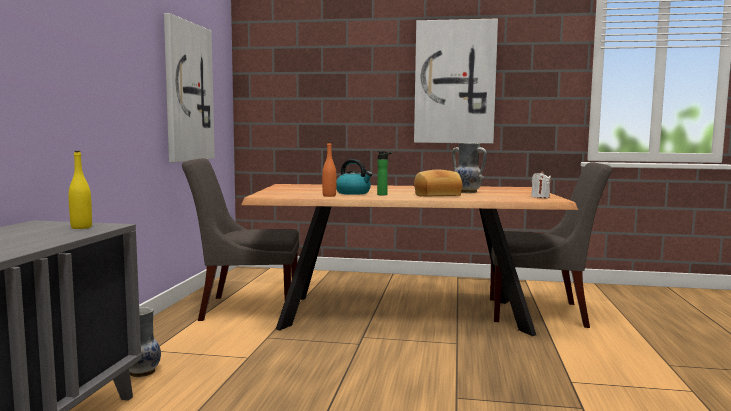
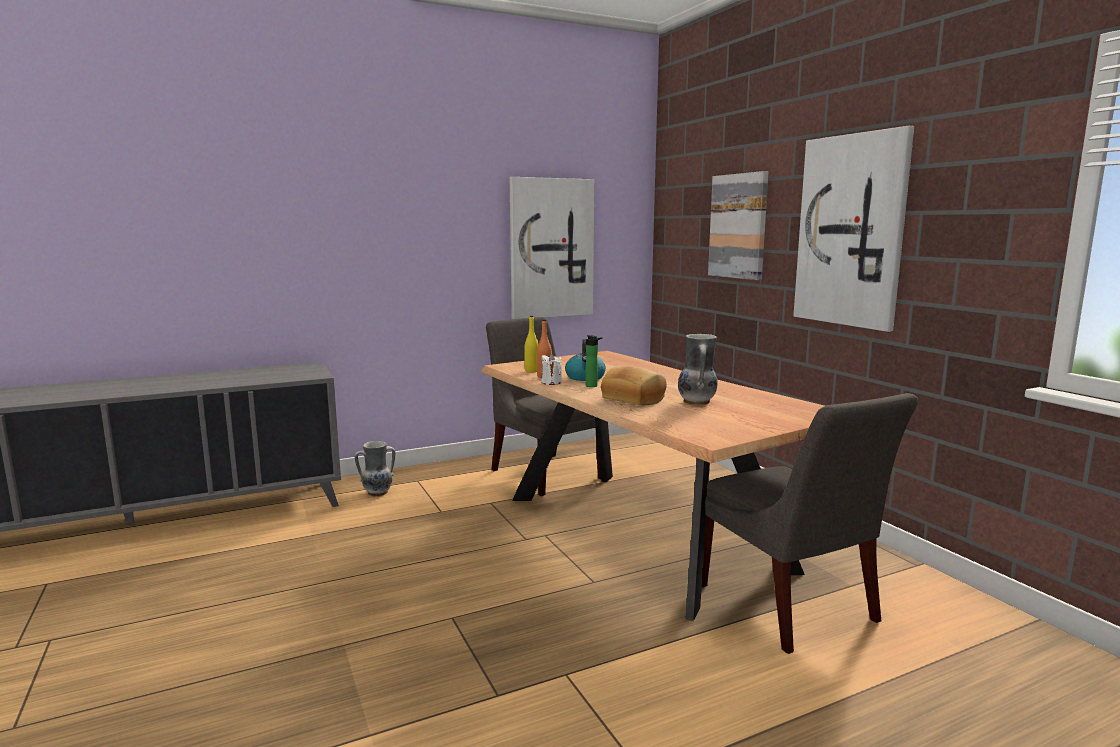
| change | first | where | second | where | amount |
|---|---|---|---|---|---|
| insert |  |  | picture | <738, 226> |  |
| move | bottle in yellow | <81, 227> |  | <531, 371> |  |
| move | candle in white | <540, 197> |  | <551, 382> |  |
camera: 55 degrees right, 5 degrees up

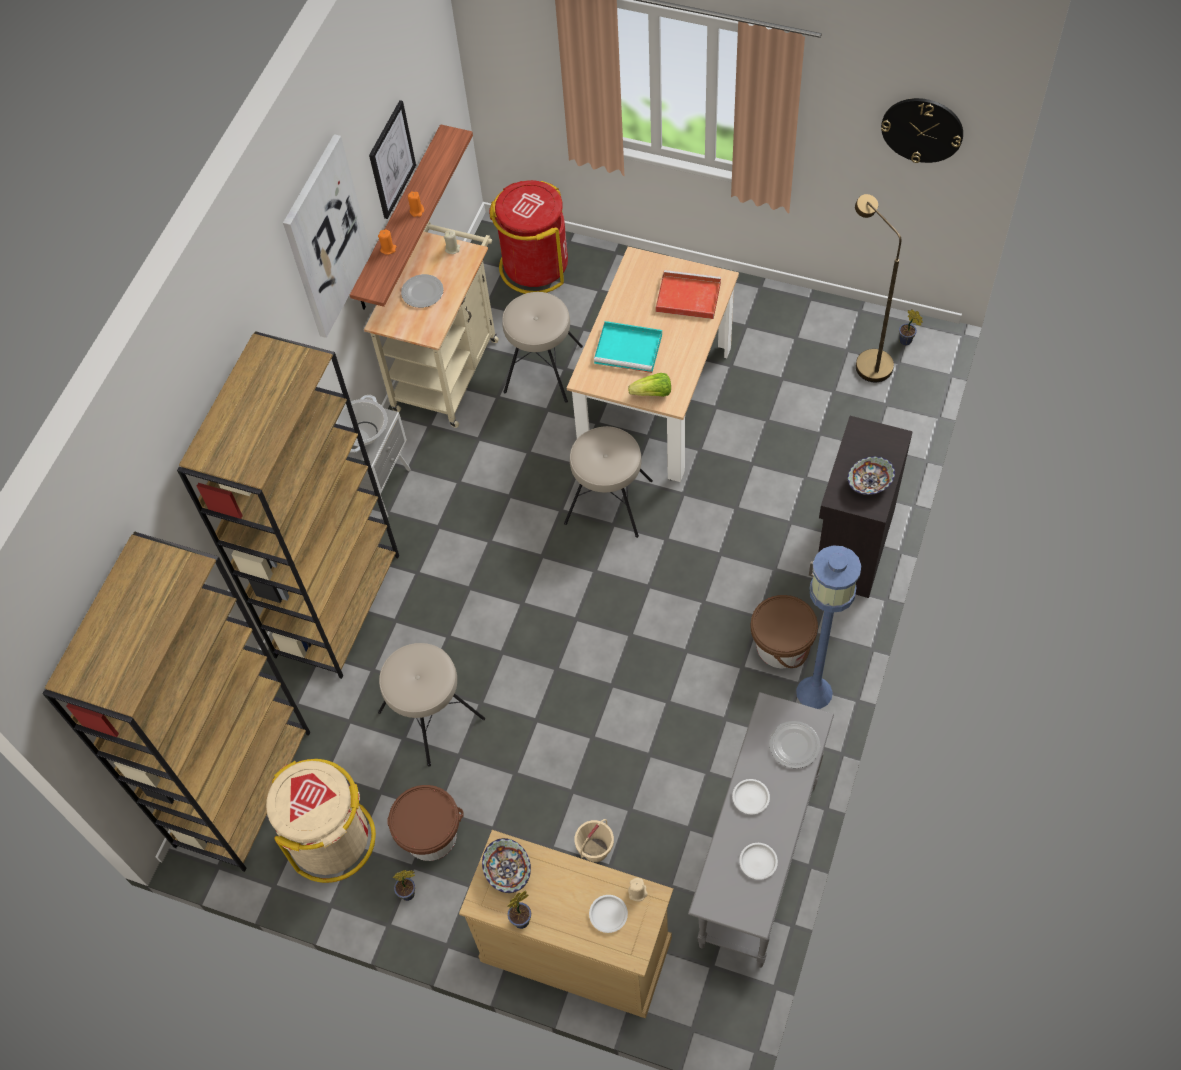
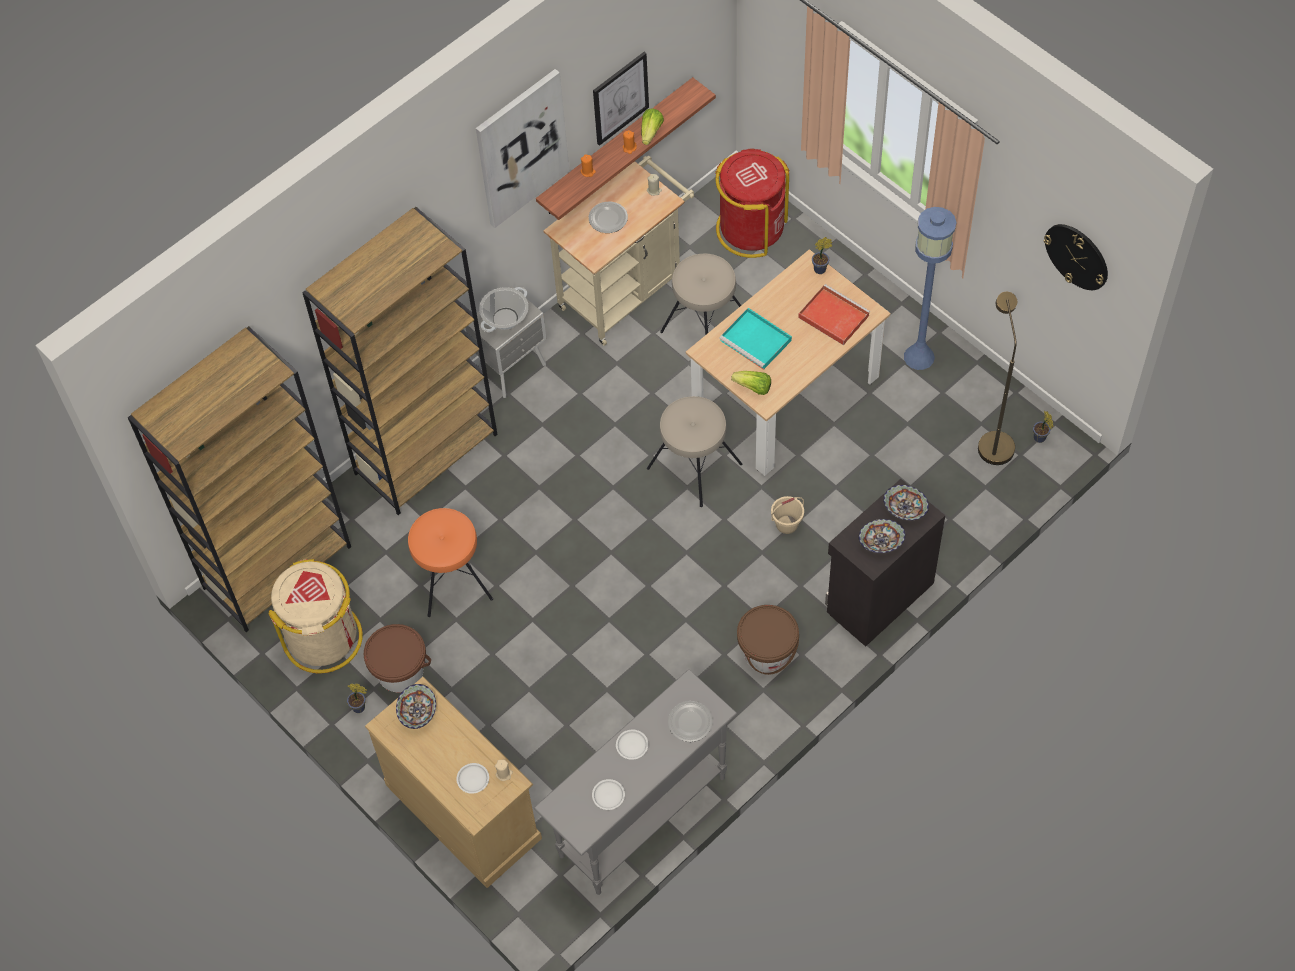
| change | first | where | second | where | amount |
|---|---|---|---|---|---|
| insert |  |  | lettuce | <651, 132> |  |
| insert |  |  | bowl | <905, 508> |  |
| move | potted plant | <523, 919> |  | <821, 269> |  |
| move | bucket in beige | <595, 850> |  | <787, 524> |  |
| move | floor lamp in blue | <815, 692> |  | <919, 357> |  |
| recolor | stool in beige | <430, 716> | stool in orange | <451, 577> |  |
camera: 25 degrees right, 0 degrees up

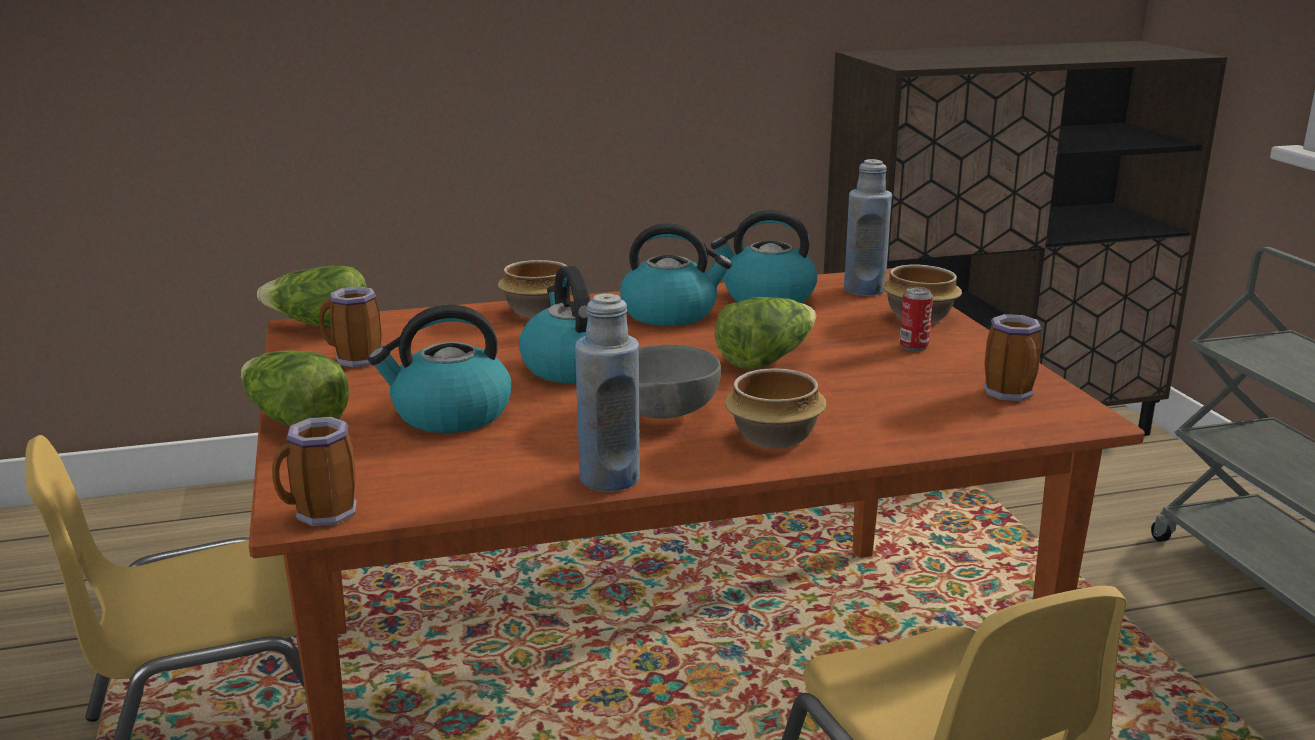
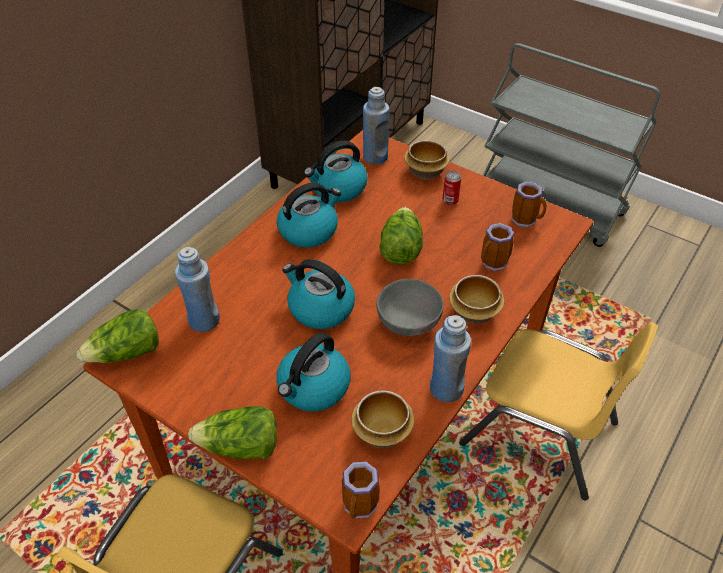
| change | first | where | second | where | amount |
|---|---|---|---|---|---|
| insert |  |  | bottle in blue | <204, 320> |  |
| move | mug | <353, 360> |  | <493, 264> |  |
| move | bowl | <536, 312> |  | <382, 433> |  |
camera: 40 degrees left, 25 degrees up

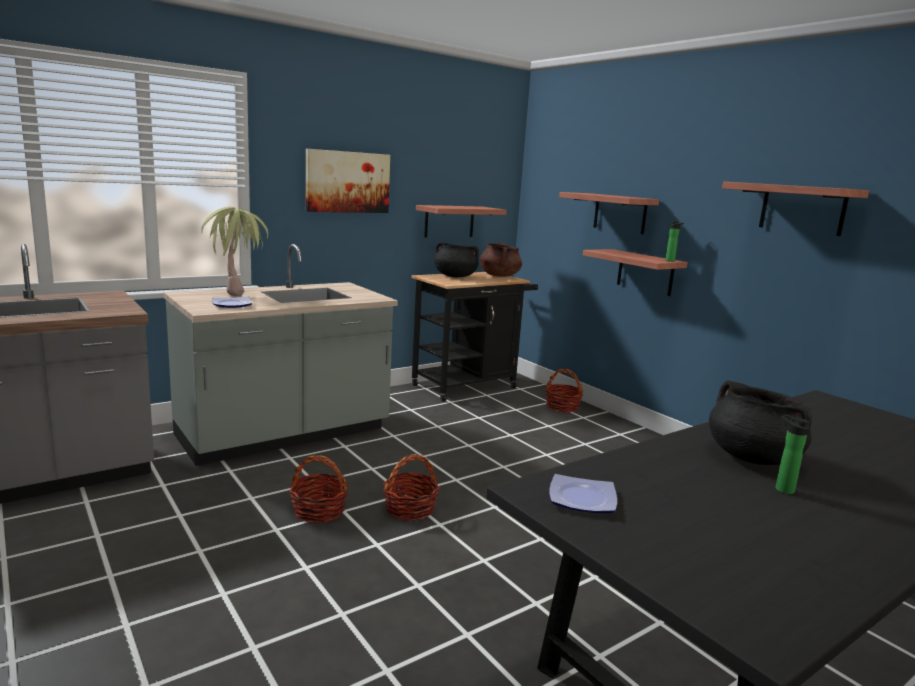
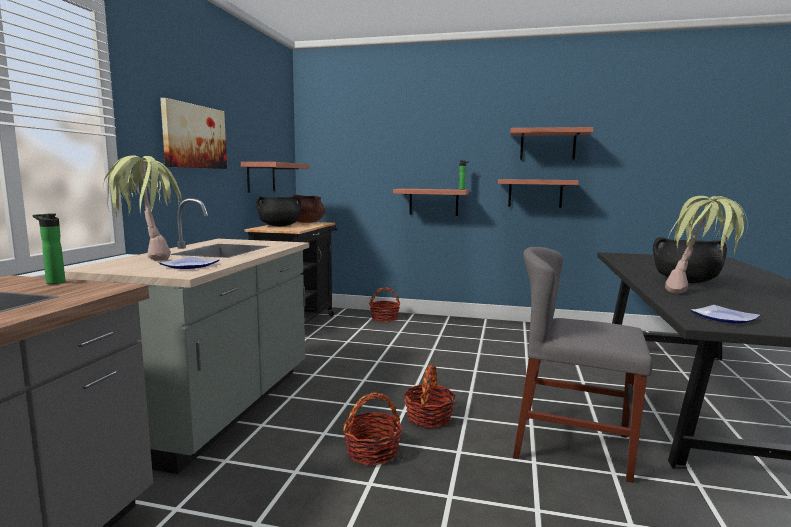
| change | first | where | second | where | amount |
|---|---|---|---|---|---|
| insert |  |  | chair in grey | <572, 446> |  |
| insert |  |  | potted plant | <699, 297> |  |
| move | shelf | <620, 213> |  | <535, 193> |  |
| move | bottle | <781, 489> |  | <53, 282> |  |
camera: 40 degrees left, 5 degrees down

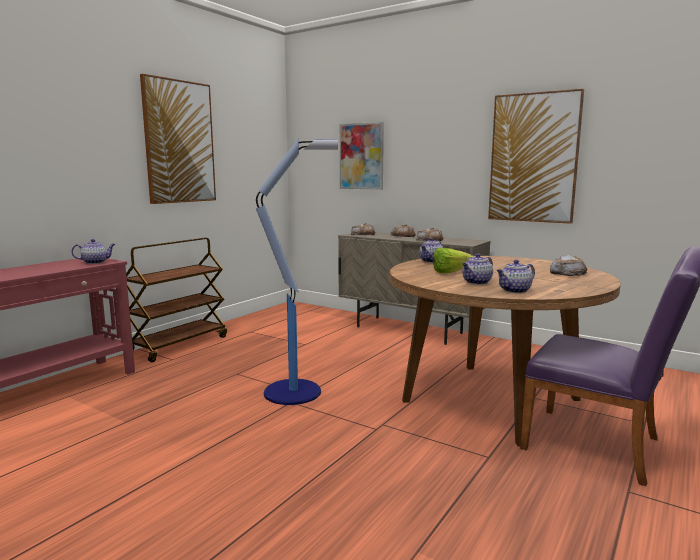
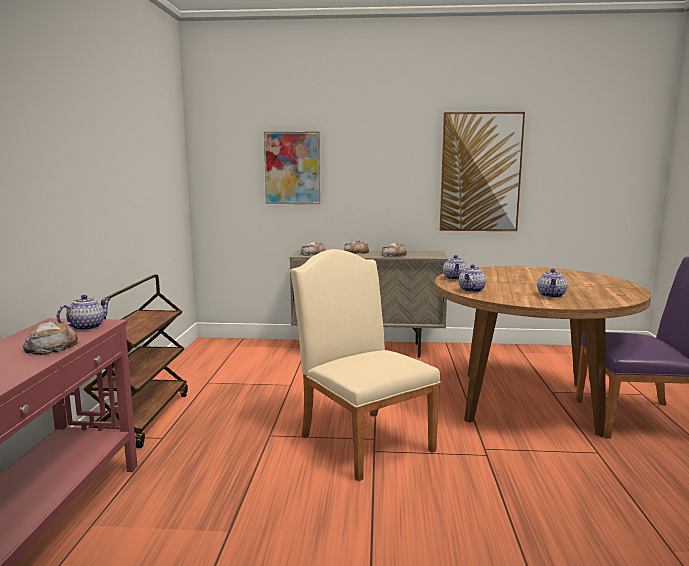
| change | first | where | second | where | amount |
|---|---|---|---|---|---|
| delete | picture | <179, 142> |  |  |  |
| delete | lettuce | <454, 272> |  |  |  |
| move | teapot | <514, 291> |  | <471, 290> |  |
| move | bread | <567, 273> |  | <51, 347> |  |
| replace | floor lamp | <295, 392> | chair in beige | <361, 439> |  |
camera: 30 degrees left, 0 degrees up

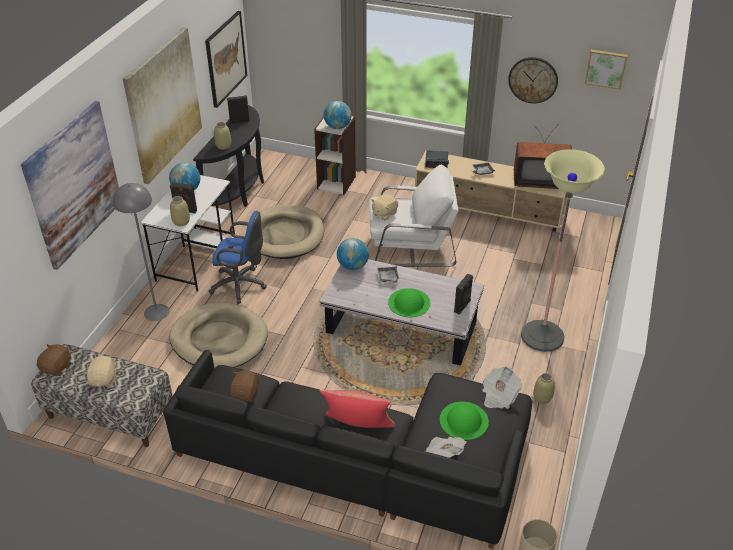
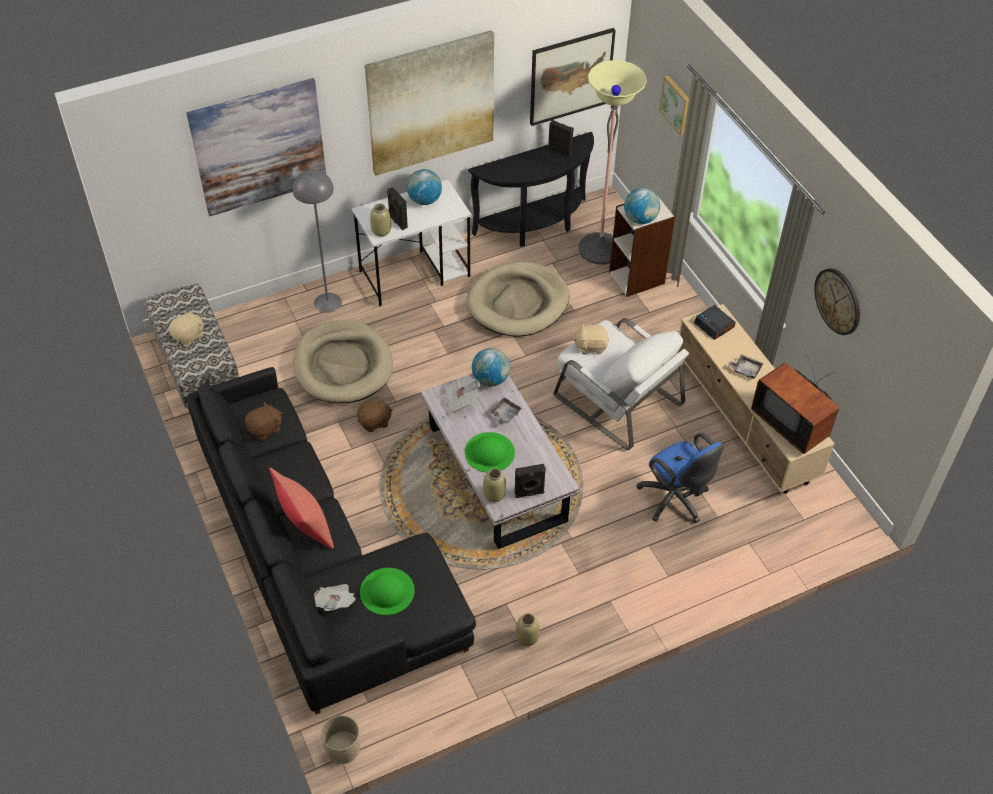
| change | first | where | second | where | amount |
|---|---|---|---|---|---|
| move | plush toy in brown | <57, 368> |  | <375, 422> |  |
| move | office chair in blue | <241, 285> |  | <676, 500> |  |
| move | vase in beige | <223, 146> |  | <494, 495> |  |
| move | newspaper | <499, 396> |  | <458, 401> |  |
| move | floor lamp | <542, 336> |  | <600, 249> |  |
| move | picture | <606, 68> |  | <676, 104> |  |
camera: 45 degrees right, 10 degrees up

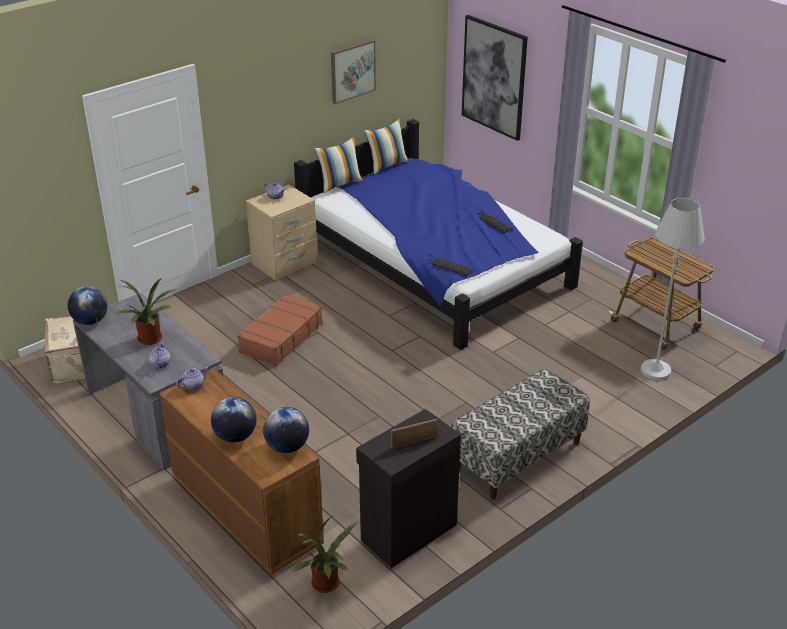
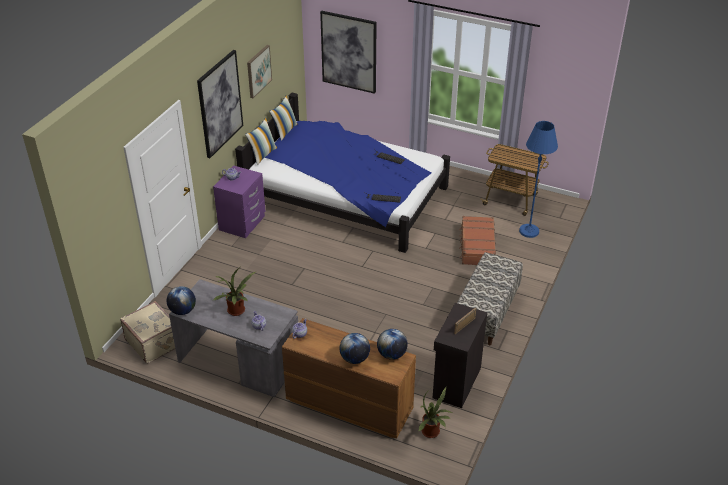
| change | first | where | second | where | amount |
|---|---|---|---|---|---|
| insert |  |  | picture | <220, 103> |  |
| move | suitcase in brown | <280, 338> |  | <477, 246> |  |
| recolor | nightstand in beige | <284, 263> | nightstand in purple | <242, 223> |  |
| recolor | floor lamp in white | <655, 370> | floor lamp in blue | <529, 231> |  |
camera: 25 degrees left, 5 degrees up

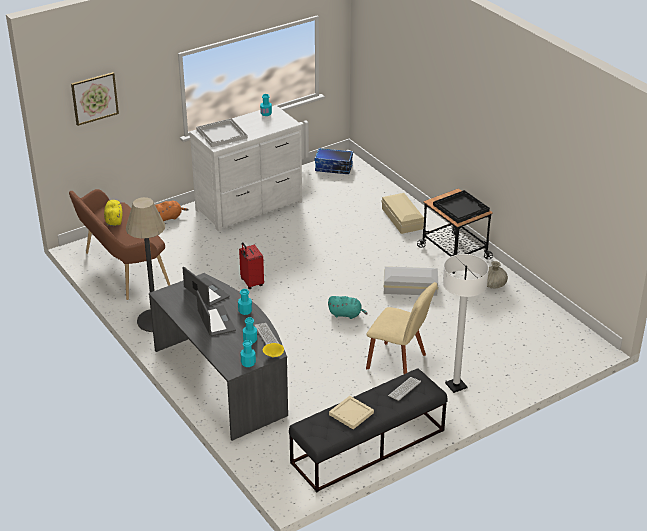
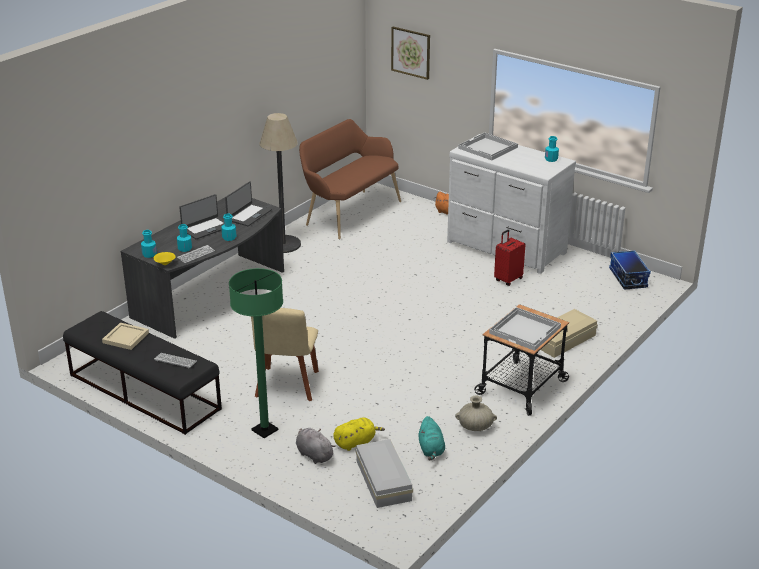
| change | first | where | second | where | amount |
|---|---|---|---|---|---|
| insert |  |  | plush toy in grey | <313, 454> |  |
| move | plush toy in yellow | <114, 220> |  | <356, 442> |  |
| move | suitcase in red | <251, 283> |  | <508, 279> |  |
| move | plush toy in turquoise | <346, 314> |  | <431, 450> |  |
| move | storage box in white | <411, 287> |  | <383, 481> |  |
| recolor | tray in black | <461, 207> | tray in white | <525, 330> |  |
| recolor | floor lamp in white | <456, 386> | floor lamp in green | <264, 430> |  |
camera: 70 degrees right, 5 degrees down

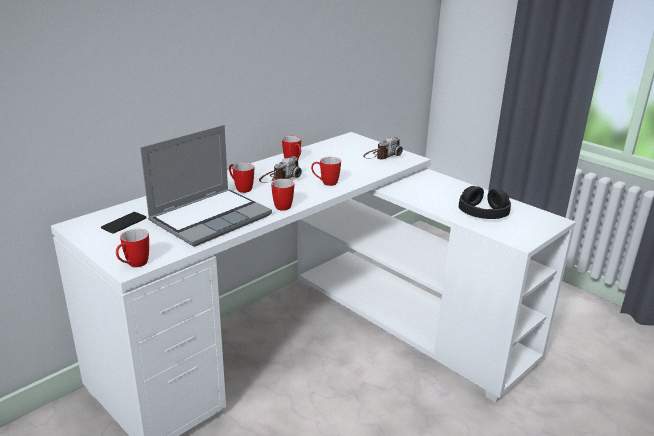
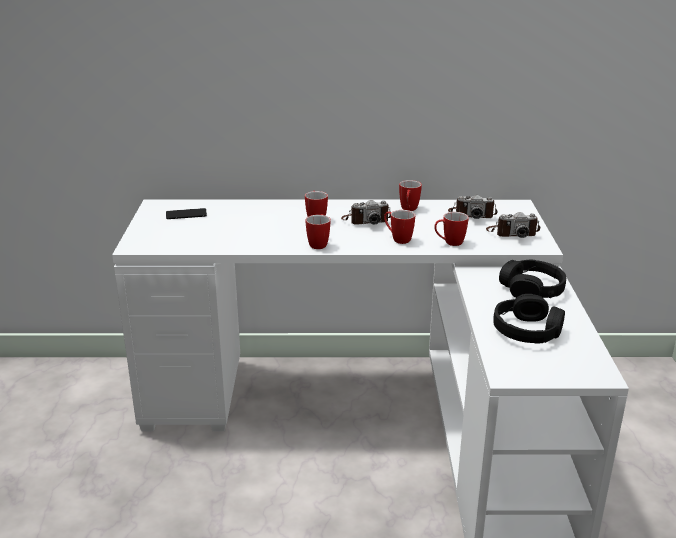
| change | first | where | second | where | amount |
|---|---|---|---|---|---|
| delete | laptop | <211, 217> |  |  |  |
| insert |  |  | photo camera | <472, 214> |  |
| insert |  |  | headphones in black | <532, 289> |  |
| move | mug | <133, 265> |  | <449, 243> |  |
camera: 45 degrees right, 0 degrees up

